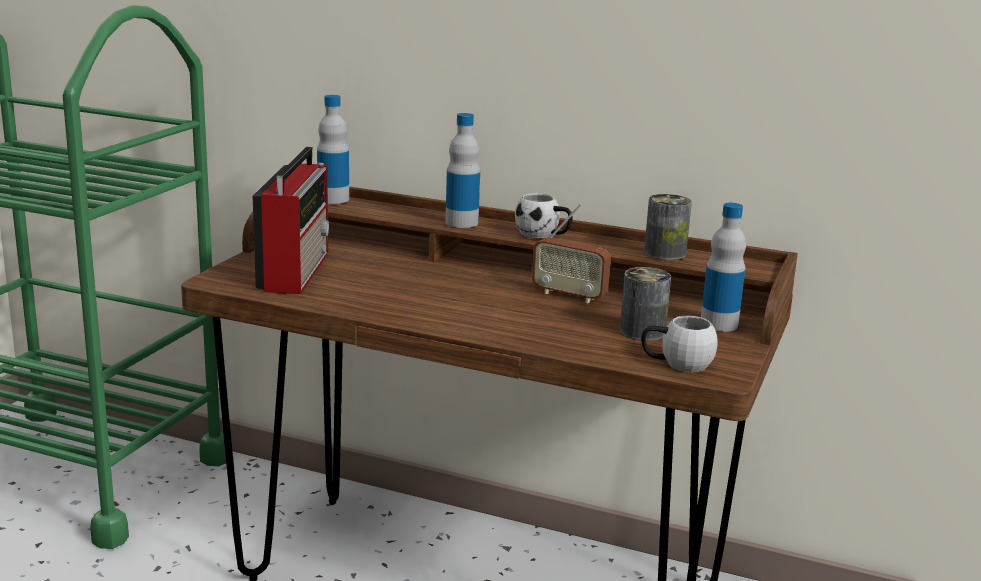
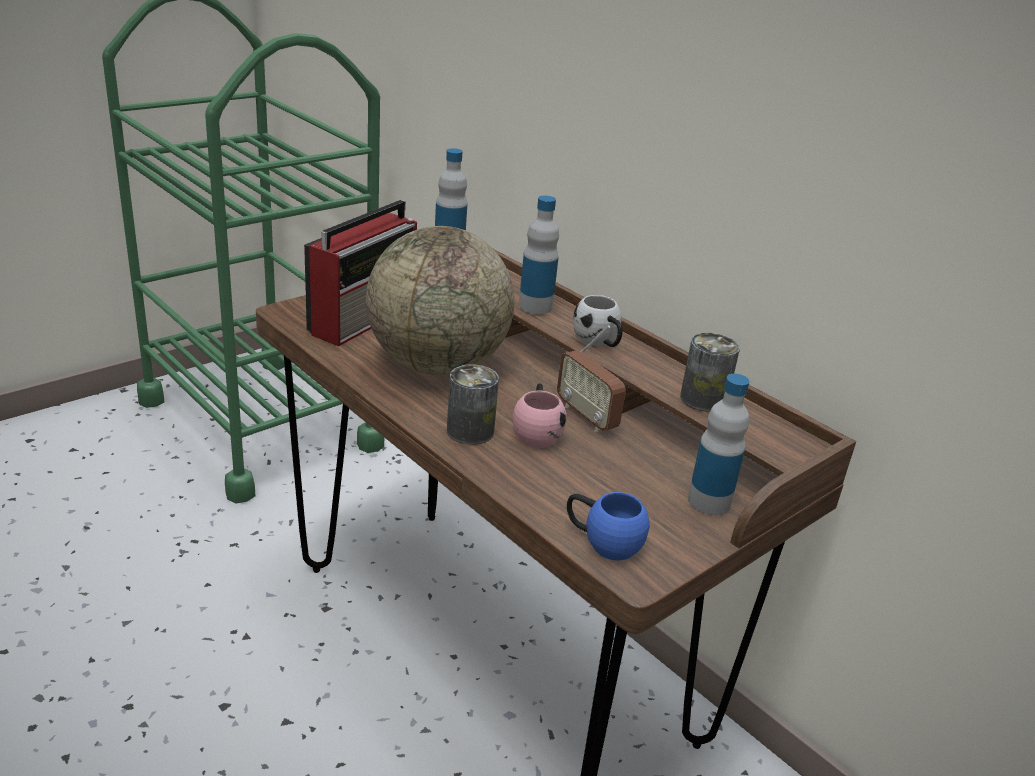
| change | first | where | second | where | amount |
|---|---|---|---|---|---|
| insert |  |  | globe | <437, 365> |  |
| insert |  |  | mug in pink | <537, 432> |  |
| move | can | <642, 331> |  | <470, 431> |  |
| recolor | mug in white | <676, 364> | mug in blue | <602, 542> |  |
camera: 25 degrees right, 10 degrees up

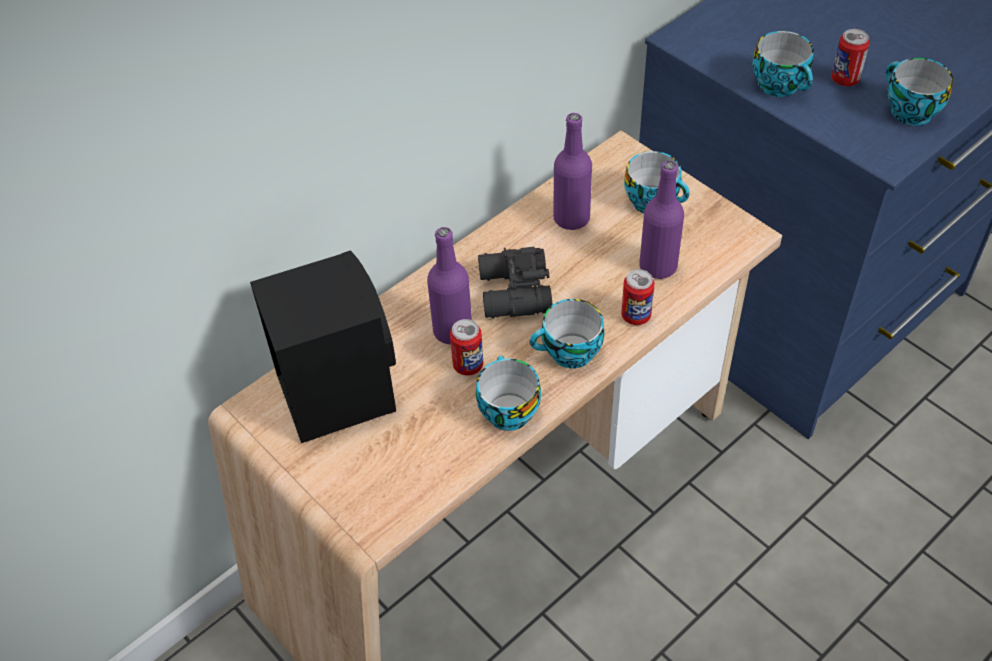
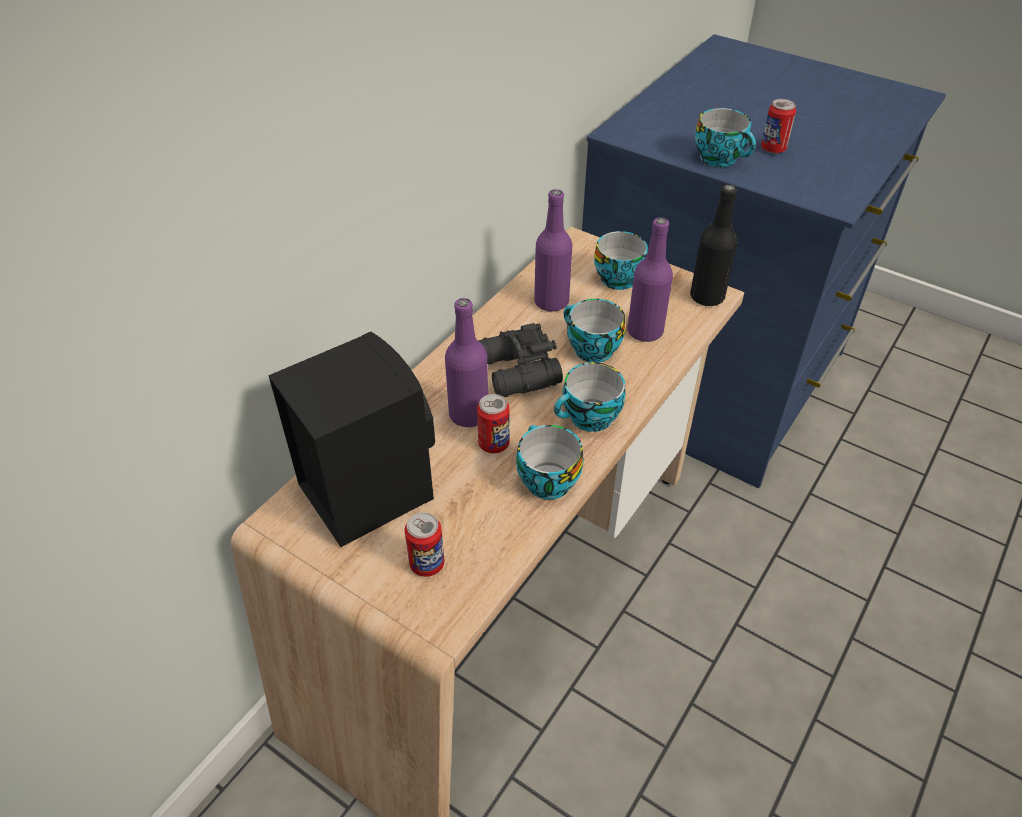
| change | first | where | second | where | amount |
|---|---|---|---|---|---|
| insert |  |  | bottle in black | <707, 297> |  |
| move | can | <636, 316> |  | <427, 564> |  |
| move | cup | <908, 111> |  | <590, 349> |  |
camera: 15 degrees left, 5 degrees down

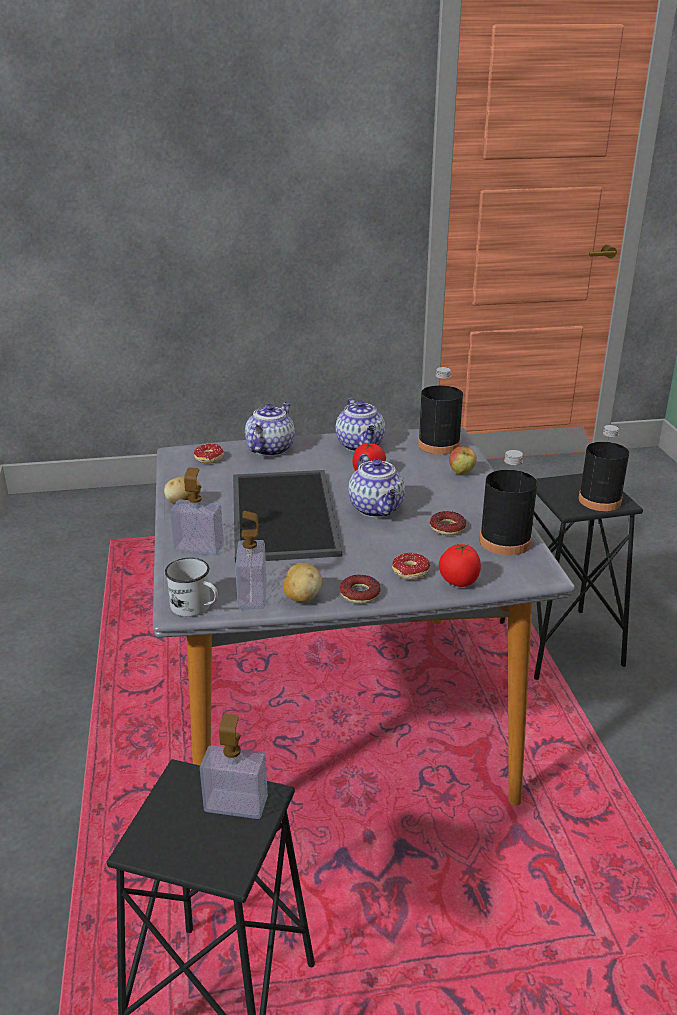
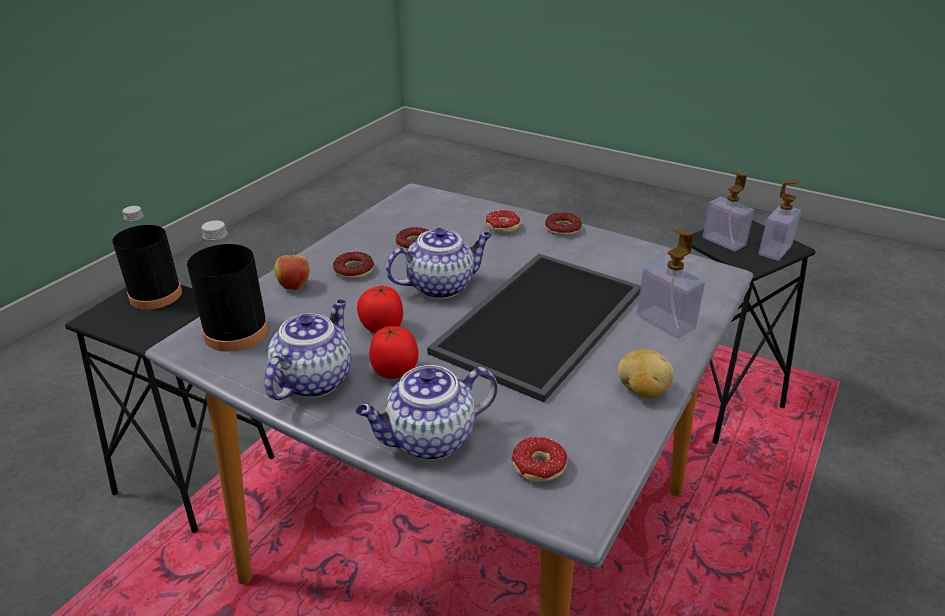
| change | first | where | second | where | amount |
|---|---|---|---|---|---|
| delete | mug in white | <196, 608> |  |  |  |
| delete | potato | <302, 597> |  |  |  |
| delete | bottle in black | <505, 541> |  |  |  |
| insert |  |  | donut | <354, 270> |  |
| move | soap dispenser | <252, 596> |  | <774, 250> |  |
| move | tomato | <458, 582> |  | <395, 372> |  |
| rotate | teapot | <377, 509> |  | <441, 286> | 45 degrees clockwise |
camera: 140 degrees left, 5 degrees up

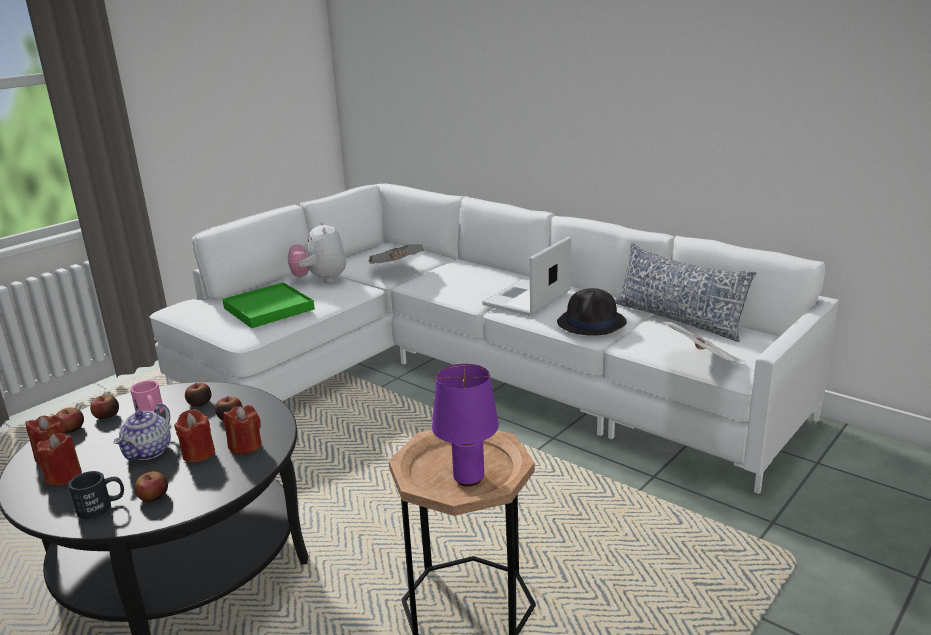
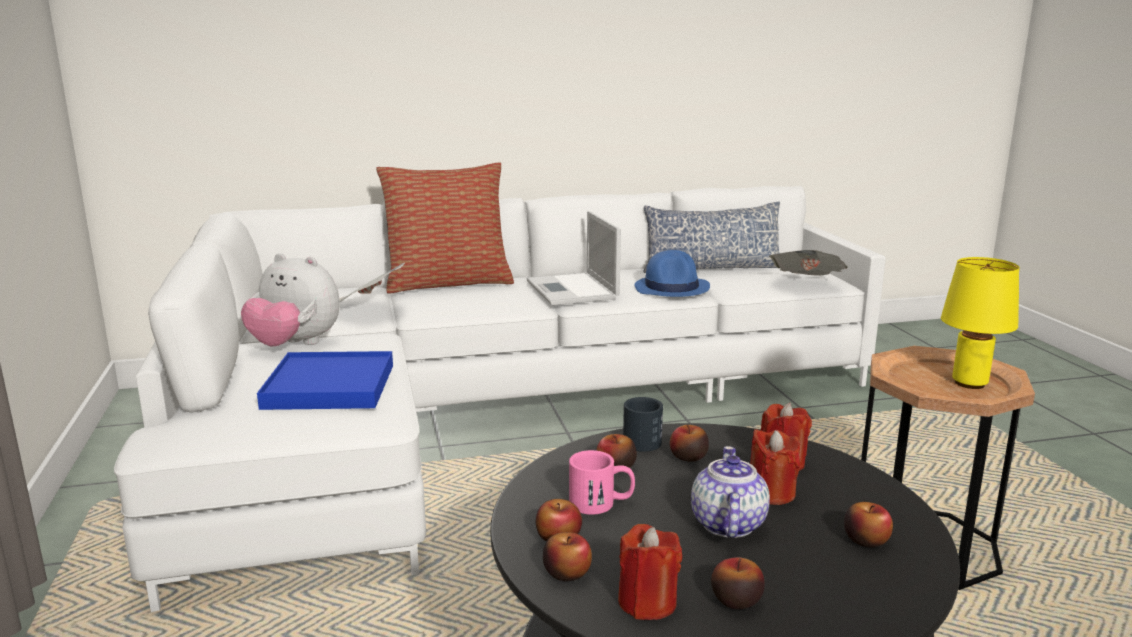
| change | first | where | second | where | amount |
|---|---|---|---|---|---|
| insert |  |  | pillow | <448, 283> |  |
| move | mug in black | <102, 507> |  | <643, 439> |  |
| replace | candle in red | <64, 476> | apple | <736, 600> |  |
| recolor | tray in green | <269, 309> | tray in blue | <330, 386> |  |
| recolor | table lamp in purple | <468, 479> | table lamp in yellow | <970, 383> |  |
| recolor | hat in black | <592, 323> | hat in blue | <672, 288> |  |
| rotate | teapot | <149, 451> |  | <726, 523> | 135 degrees counterclockwise |
camera: 55 degrees left, 5 degrees down

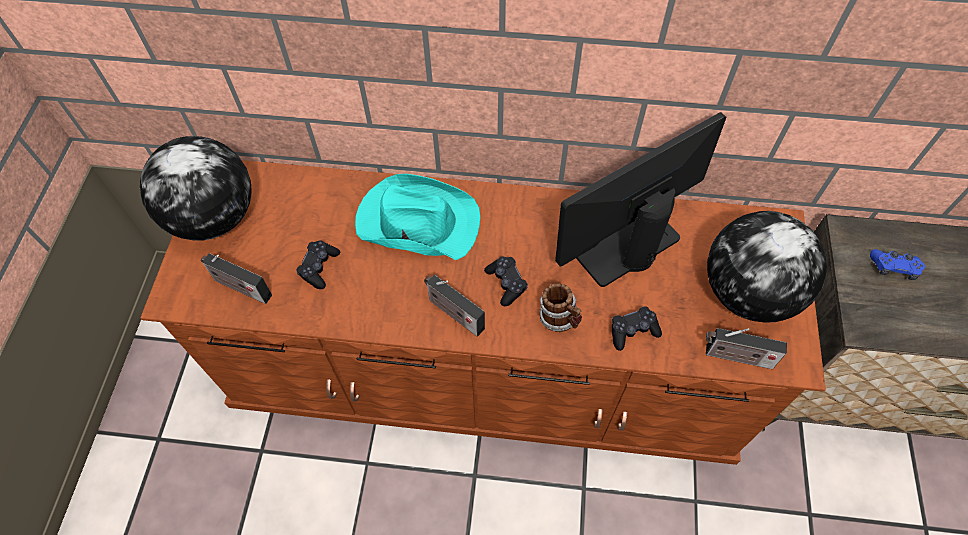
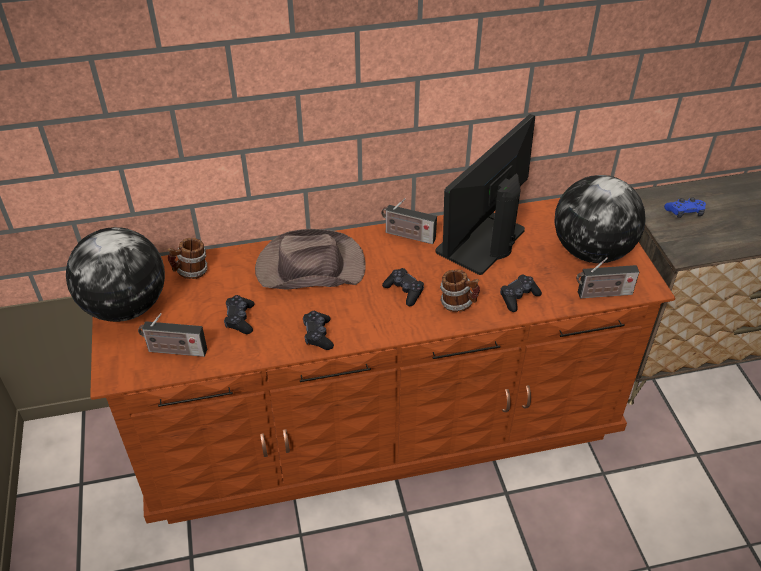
| change | first | where | second | where | amount |
|---|---|---|---|---|---|
| insert |  |  | mug | <191, 272> |  |
| insert |  |  | game controller in black | <318, 335> |  |
| move | radio | <453, 313> |  | <407, 235> |  |
| recolor | hat in turquoise | <416, 221> | hat in brown | <309, 267> |  |
camera: 20 degrees left, 15 degrees down

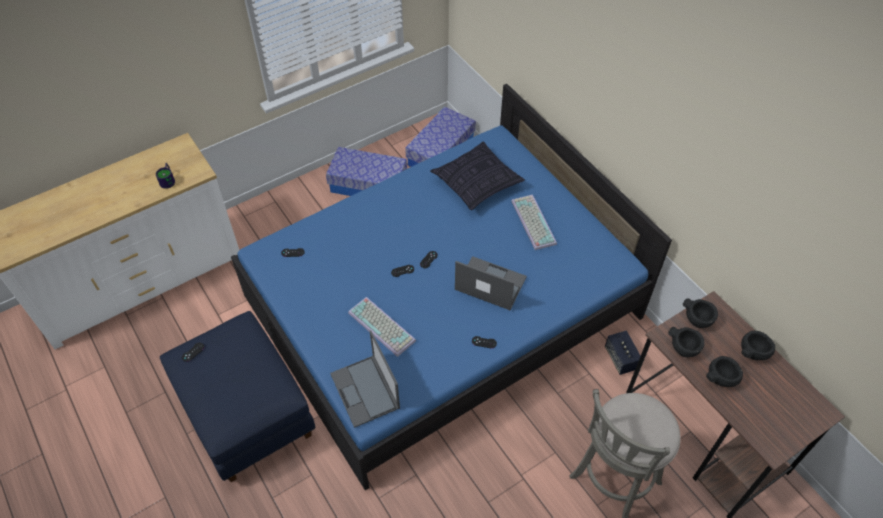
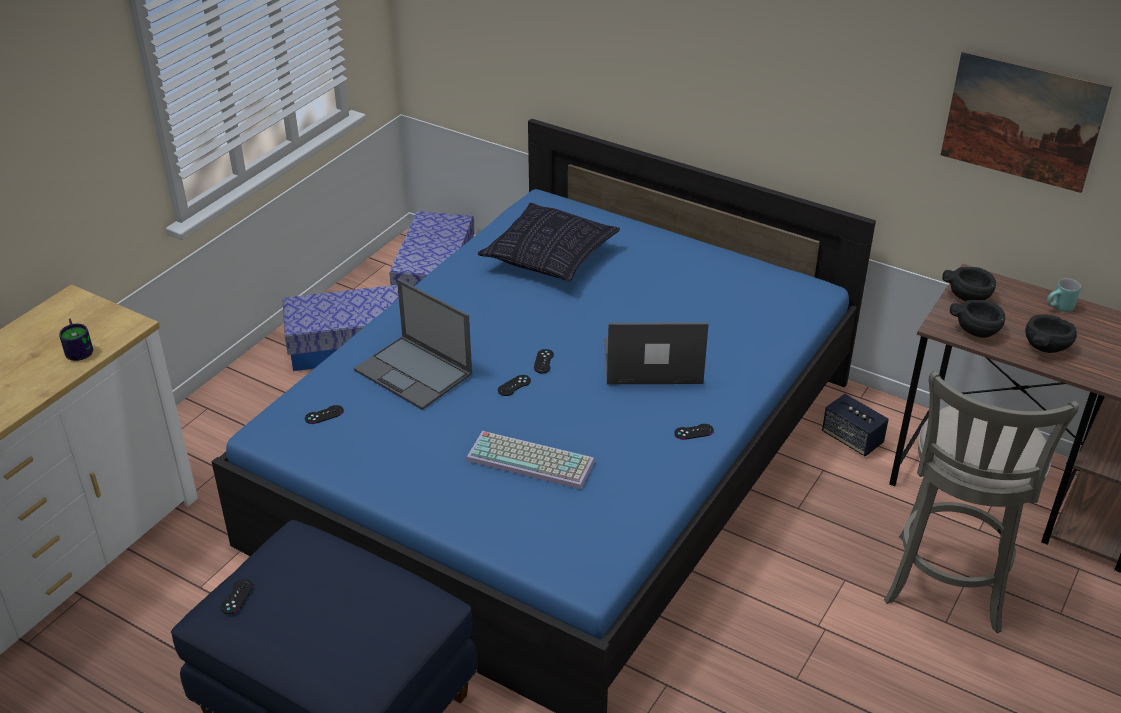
| change | first | where | second | where | amount |
|---|---|---|---|---|---|
| delete | keyboard | <532, 222> |  |  |  |
| insert |  |  | picture | <1022, 121> |  |
| move | laptop | <365, 391> |  | <414, 372> |  |
| replace | bowl in black | <753, 351> | mug in turquoise | <1059, 309> |  |
camera: 25 degrees left, 15 degrees down

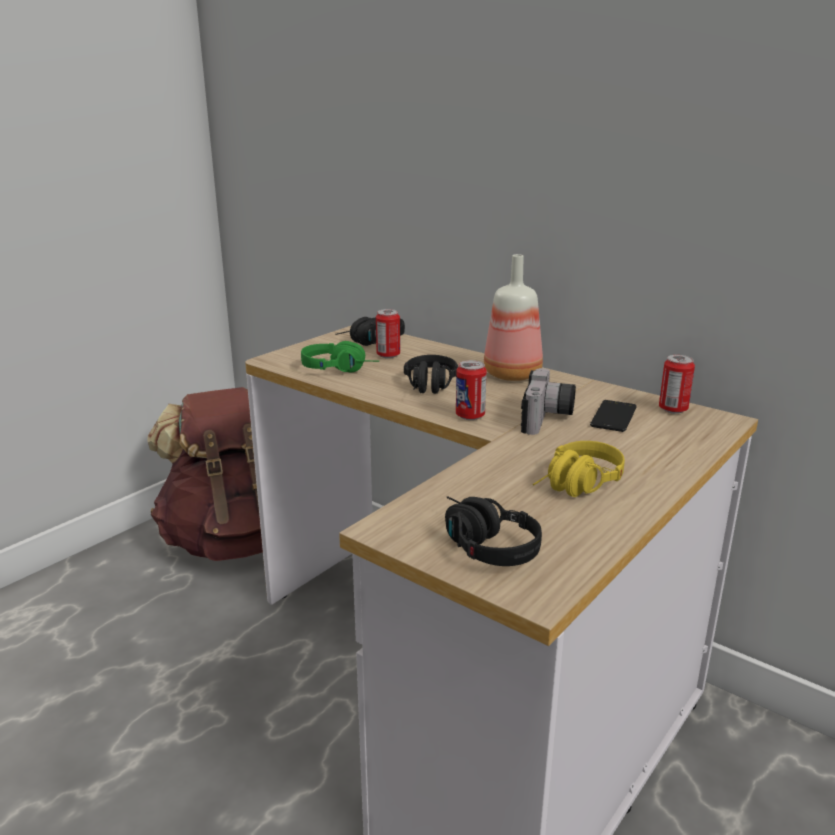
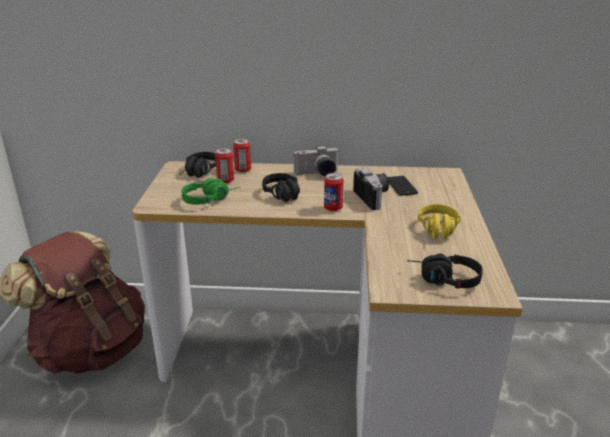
| change | first | where | second | where | amount |
|---|---|---|---|---|---|
| move | can | <673, 409> |  | <243, 170> |  |
| replace | bottle | <514, 374> | photo camera | <317, 174> |  |
camera: 35 degrees left, 5 degrees up

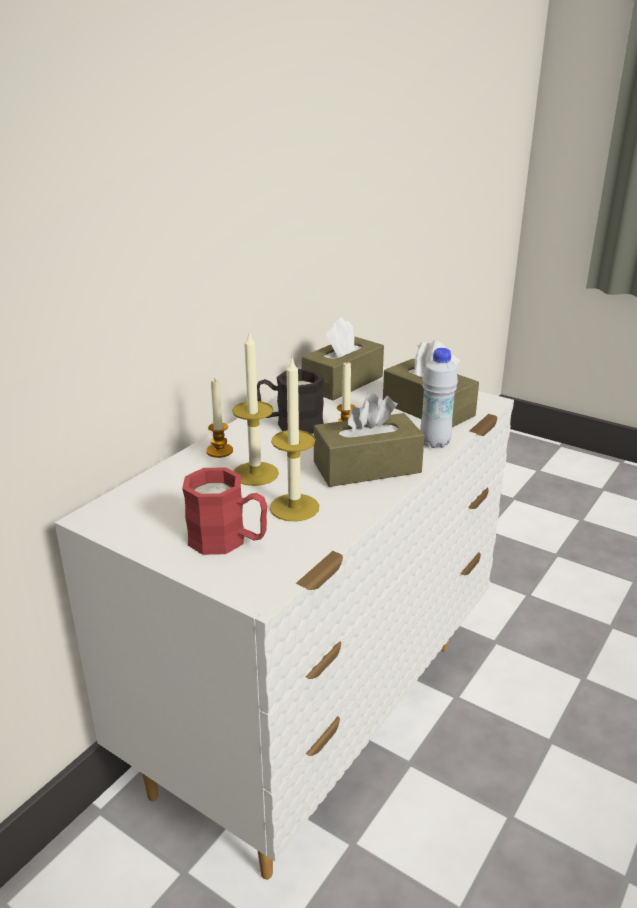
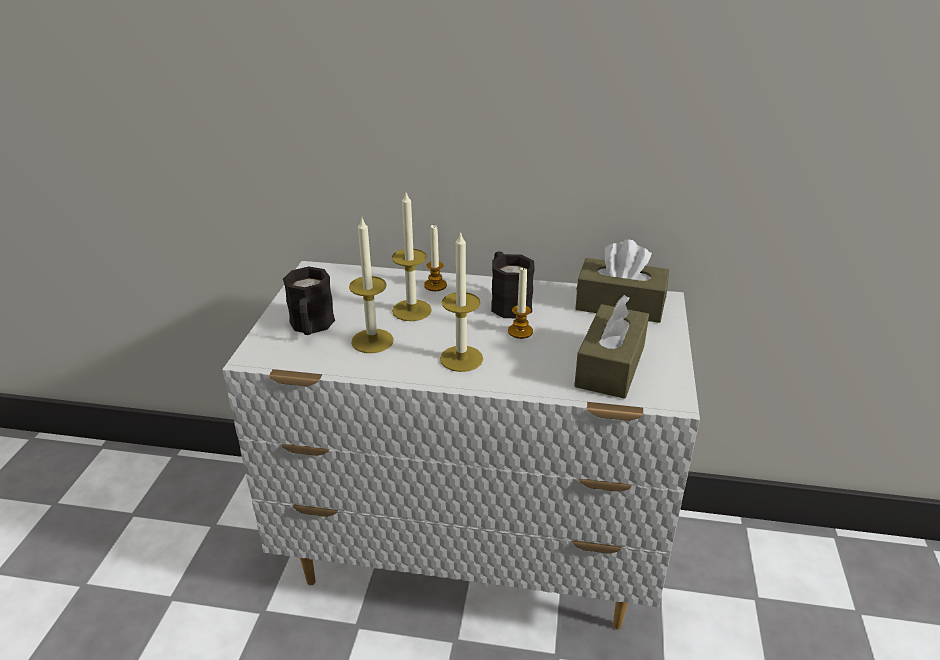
| change | first | where | second | where | amount |
|---|---|---|---|---|---|
| delete | bottle in white | <435, 443> |  |  |  |
| replace | tissue box in brown | <367, 467> | candle | <461, 358> |  |
| recolor | mug in red | <228, 541> | mug in black | <311, 327> |  |
camera: 65 degrees right, 5 degrees up

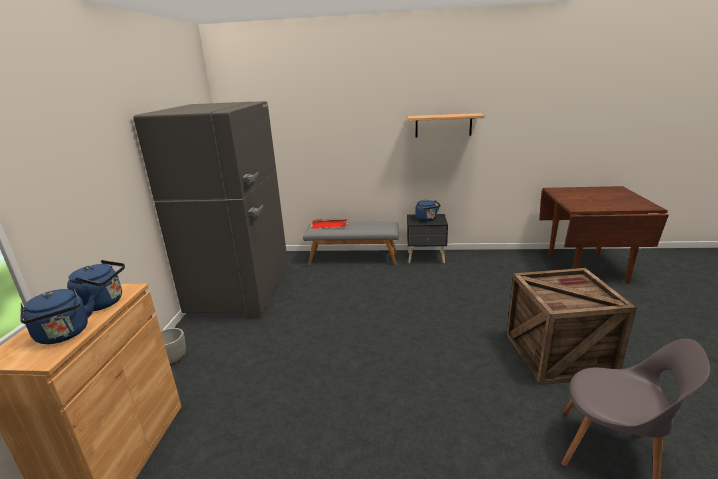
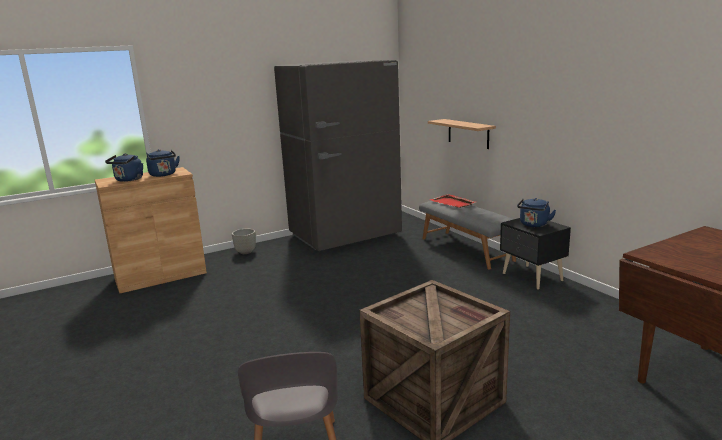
| change | first | where | second | where | amount |
|---|---|---|---|---|---|
| move | shelf | <443, 125> |  | <468, 133> |  |
camera: 55 degrees right, 5 degrees down

